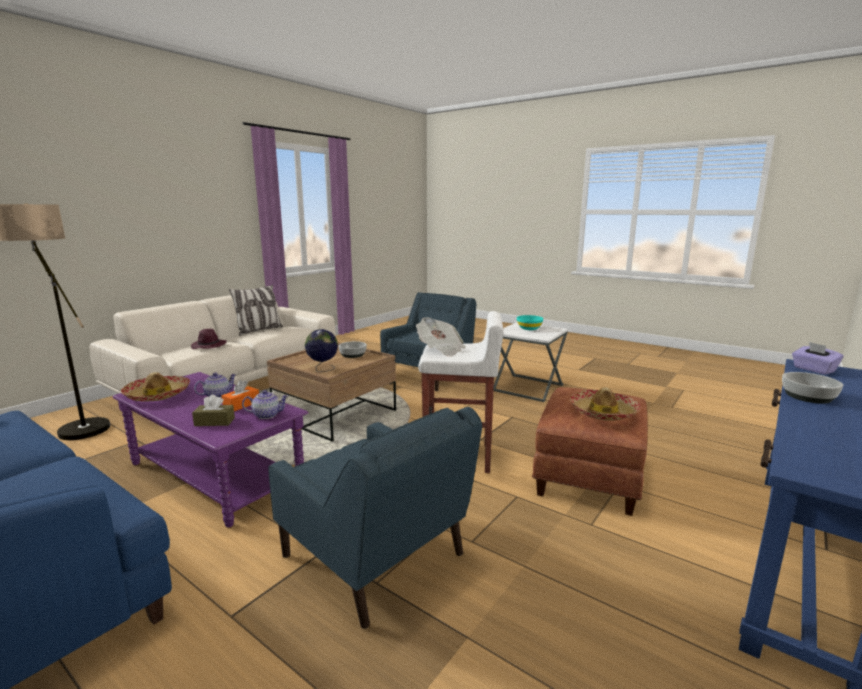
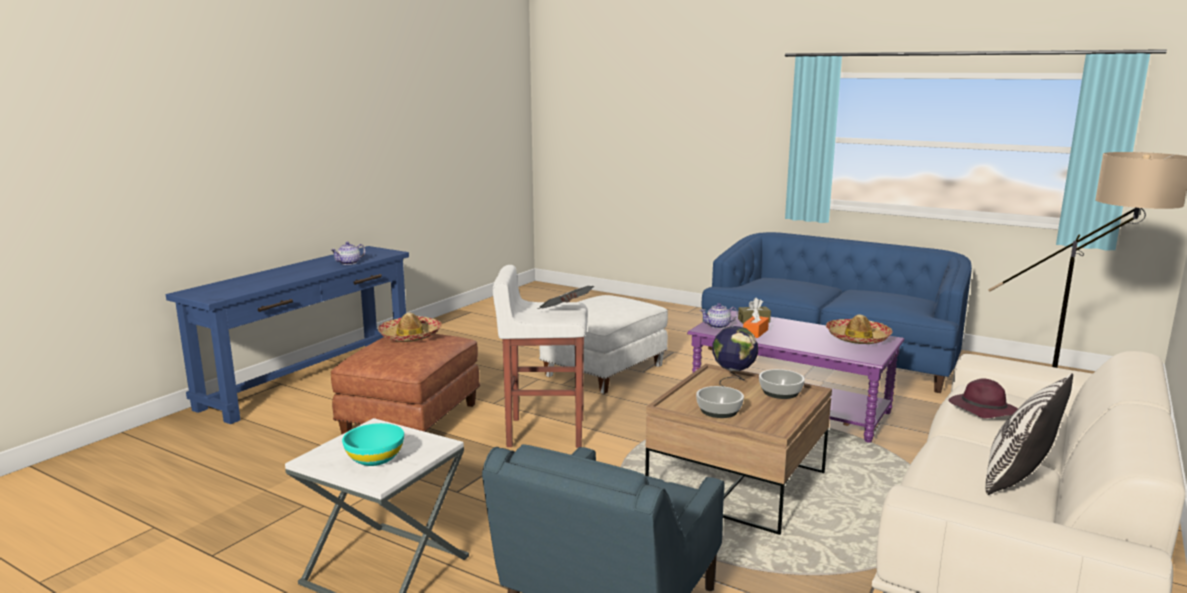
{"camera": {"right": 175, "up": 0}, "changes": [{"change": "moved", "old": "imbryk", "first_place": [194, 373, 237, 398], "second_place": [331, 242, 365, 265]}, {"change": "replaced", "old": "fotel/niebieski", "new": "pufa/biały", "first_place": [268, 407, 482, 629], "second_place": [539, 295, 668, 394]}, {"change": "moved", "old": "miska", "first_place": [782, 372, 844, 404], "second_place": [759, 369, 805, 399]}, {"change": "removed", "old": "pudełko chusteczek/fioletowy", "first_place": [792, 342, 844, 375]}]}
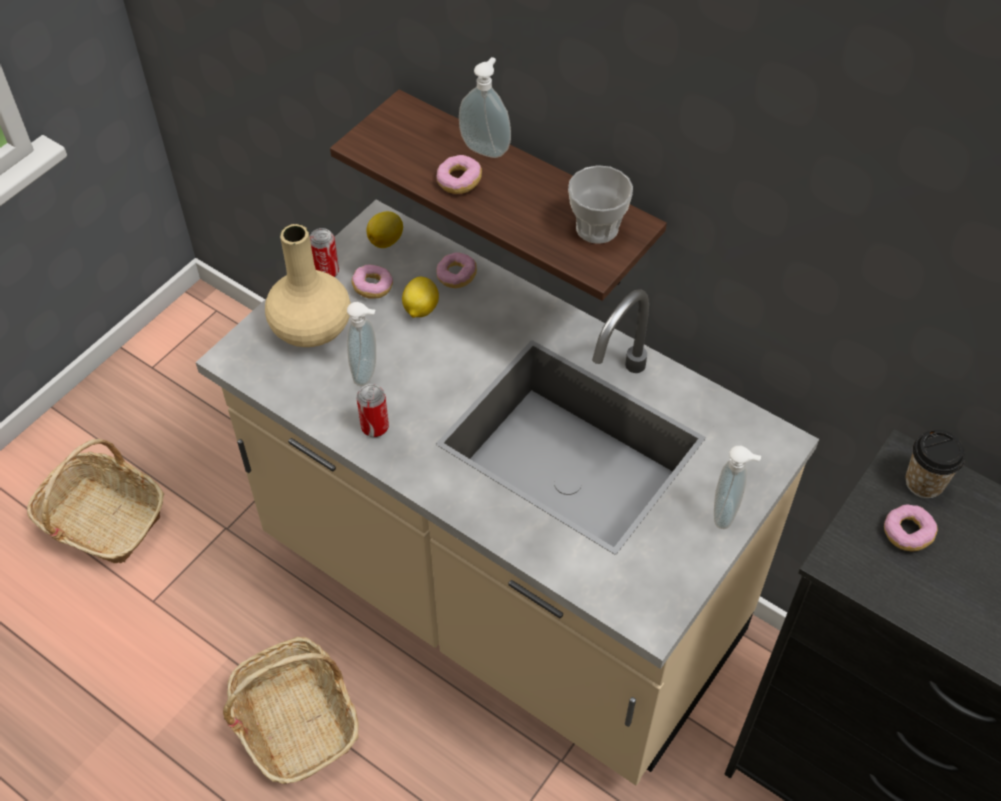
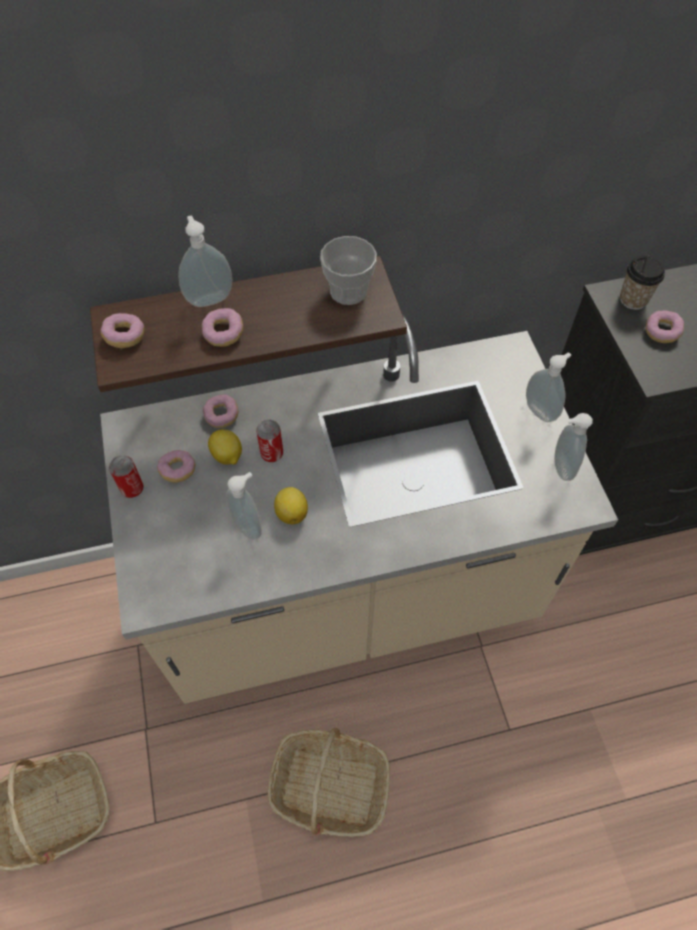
{"camera": {"right": -50, "up": 5}, "changes": [{"change": "removed", "old": "wazon/beżowy", "first_place": [265, 224, 351, 347]}, {"change": "moved", "old": "puszka", "first_place": [357, 384, 389, 437], "second_place": [256, 420, 283, 462]}, {"change": "moved", "old": "cytryna", "first_place": [367, 211, 403, 248], "second_place": [274, 487, 308, 524]}, {"change": "added", "new": "donut", "second_place": [100, 313, 145, 348]}, {"change": "added", "new": "dozownik mydła", "second_place": [554, 413, 593, 481]}]}
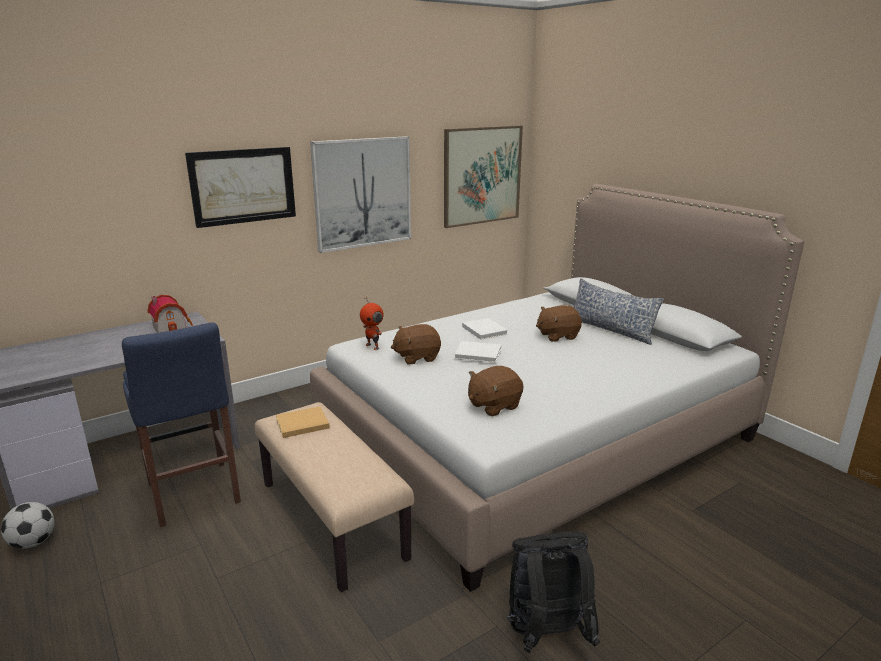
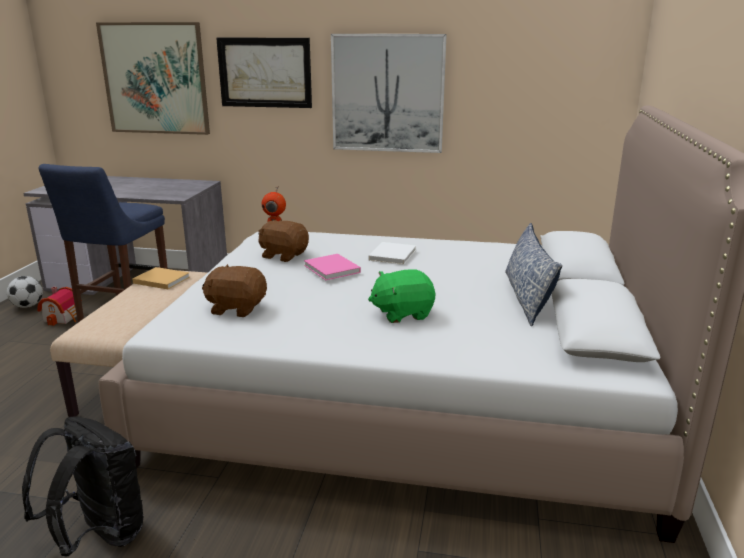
{"camera": {"right": 45, "up": 0}, "changes": [{"change": "moved", "old": "domek", "first_place": [147, 295, 193, 333], "second_place": [37, 287, 82, 326]}, {"change": "moved", "old": "obraz", "first_place": [444, 126, 523, 228], "second_place": [96, 22, 210, 135]}, {"change": "recoloured", "old": "książka/biały", "new": "książka/różowy", "first_place": [454, 341, 501, 363], "second_place": [304, 254, 361, 280]}, {"change": "removed", "old": "pluszak/brązowy", "first_place": [536, 305, 582, 342]}, {"change": "added", "new": "pluszak/zielony", "second_place": [368, 269, 435, 323]}]}
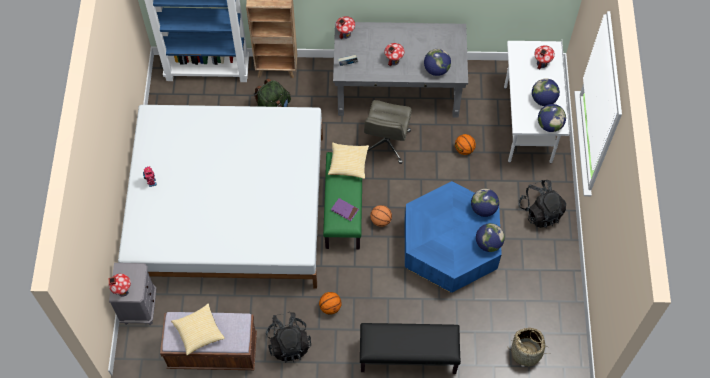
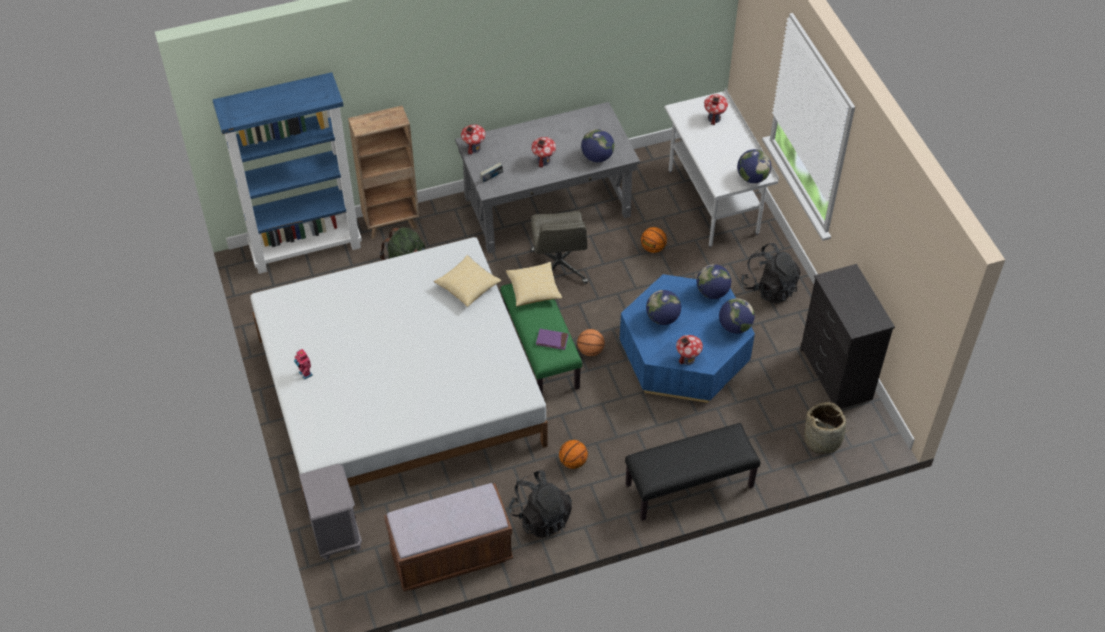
{"camera": {"right": -20, "up": -10}, "changes": [{"change": "moved", "old": "domek", "first_place": [109, 274, 131, 297], "second_place": [676, 335, 703, 365]}, {"change": "moved", "old": "poduszka", "first_place": [171, 304, 225, 356], "second_place": [434, 255, 501, 307]}, {"change": "moved", "old": "globus", "first_place": [532, 78, 560, 106], "second_place": [646, 290, 681, 325]}, {"change": "added", "new": "komoda/czarny", "second_place": [800, 264, 895, 409]}]}
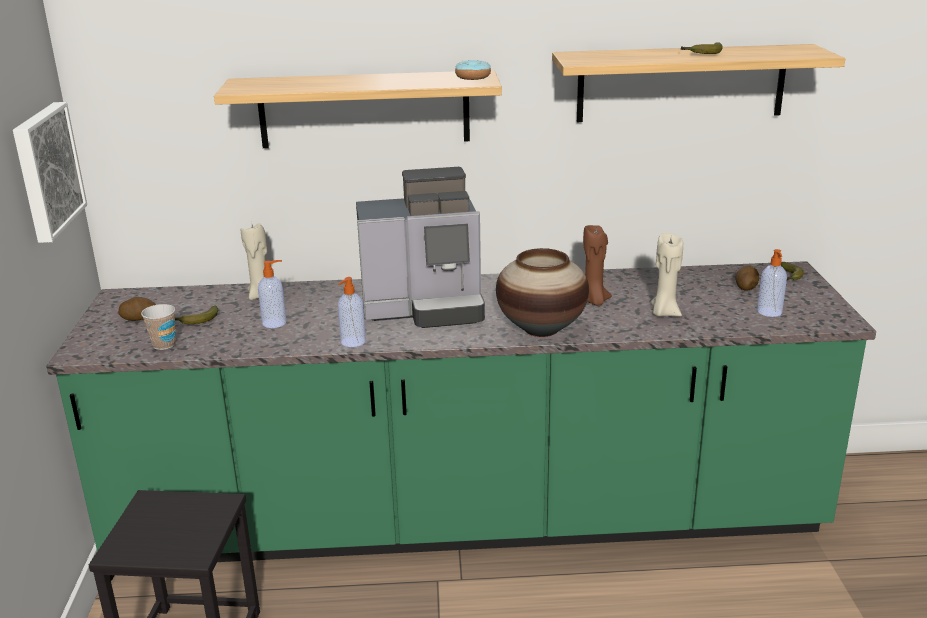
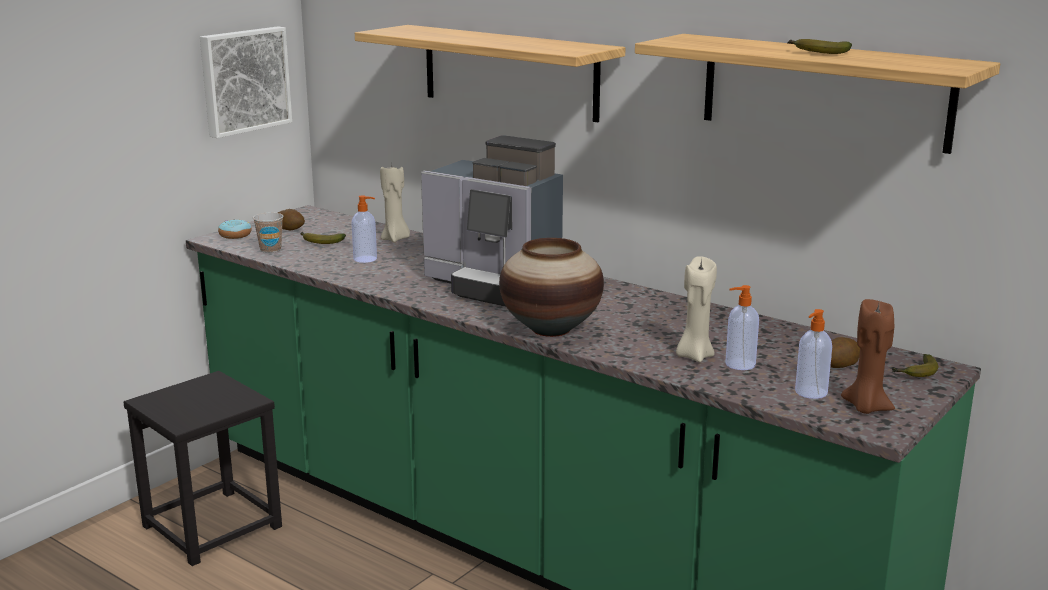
{"camera": {"right": 40, "up": -5}, "changes": [{"change": "moved", "old": "dozownik mydła", "first_place": [338, 277, 366, 347], "second_place": [725, 285, 759, 370]}, {"change": "moved", "old": "donut", "first_place": [455, 60, 491, 80], "second_place": [218, 219, 251, 239]}, {"change": "moved", "old": "świeca/brązowy", "first_place": [583, 225, 612, 305], "second_place": [841, 299, 895, 414]}]}
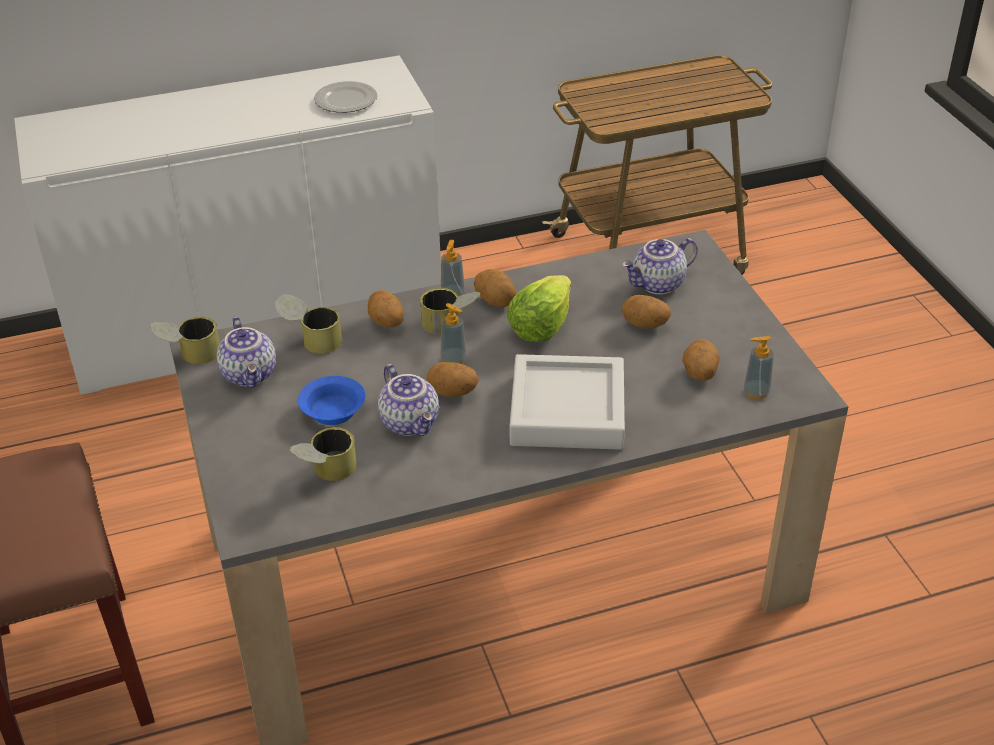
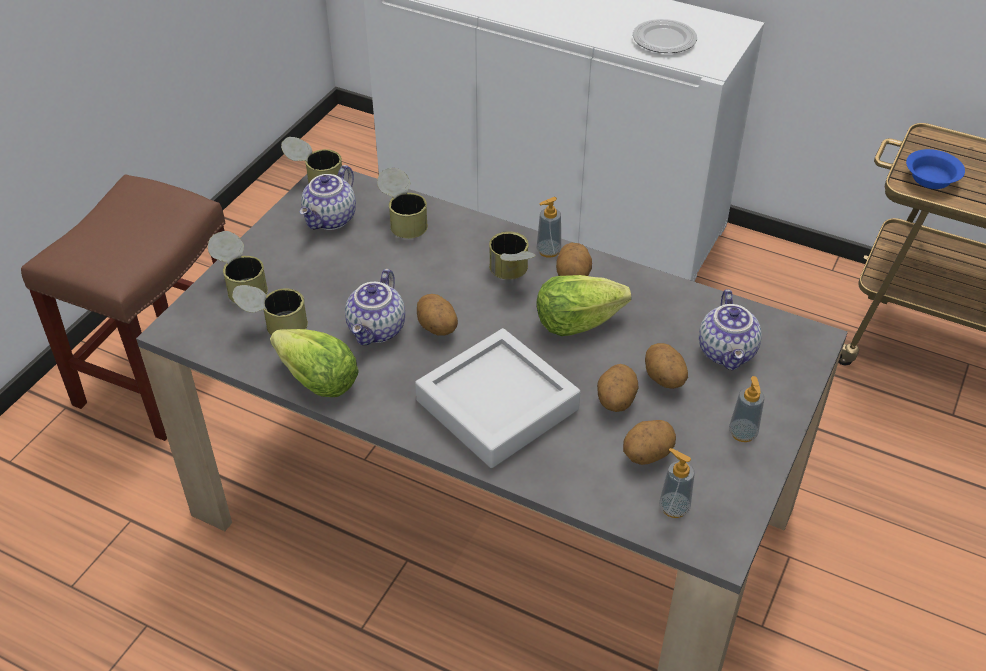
{"camera": {"right": 45, "up": 5}, "changes": [{"change": "moved", "old": "miska/niebieski", "first_place": [298, 376, 366, 425], "second_place": [906, 149, 965, 189]}, {"change": "moved", "old": "ziemniak", "first_place": [368, 290, 404, 328], "second_place": [597, 364, 638, 412]}, {"change": "moved", "old": "dozownik mydła", "first_place": [441, 303, 466, 364], "second_place": [729, 376, 764, 442]}, {"change": "turned", "old": "imbryk", "first_place": [622, 238, 698, 295], "second_place": [699, 289, 762, 370], "degrees": -105}, {"change": "added", "new": "puszka", "second_place": [208, 231, 268, 303]}, {"change": "added", "new": "sałata", "second_place": [270, 329, 359, 397]}]}
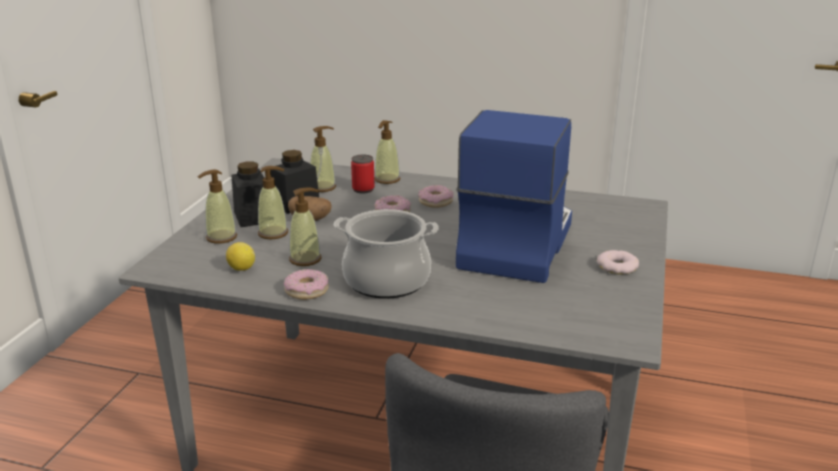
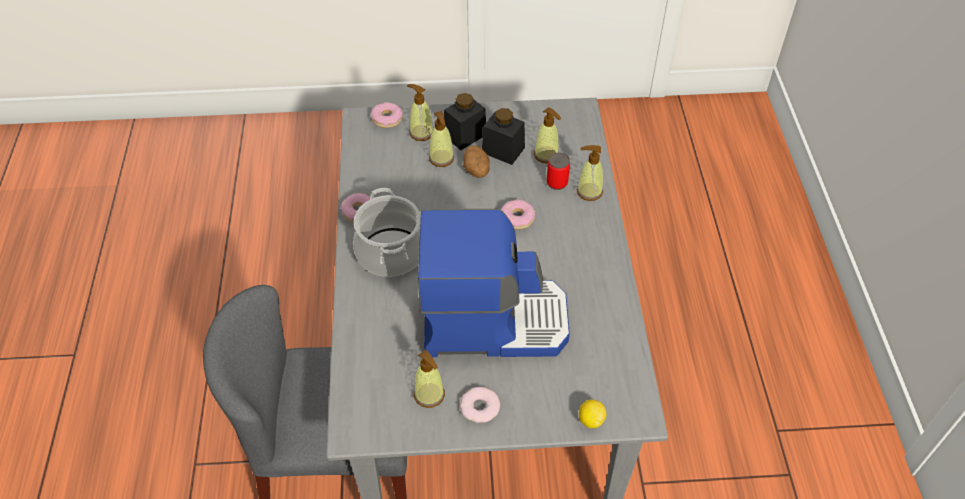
{"camera": {"right": 70, "up": 25}, "changes": [{"change": "moved", "old": "cytryna", "first_place": [226, 242, 255, 271], "second_place": [579, 399, 607, 428]}, {"change": "moved", "old": "dozownik mydła", "first_place": [289, 188, 321, 266], "second_place": [414, 350, 445, 408]}, {"change": "moved", "old": "donut", "first_place": [418, 185, 453, 208], "second_place": [371, 102, 403, 128]}]}
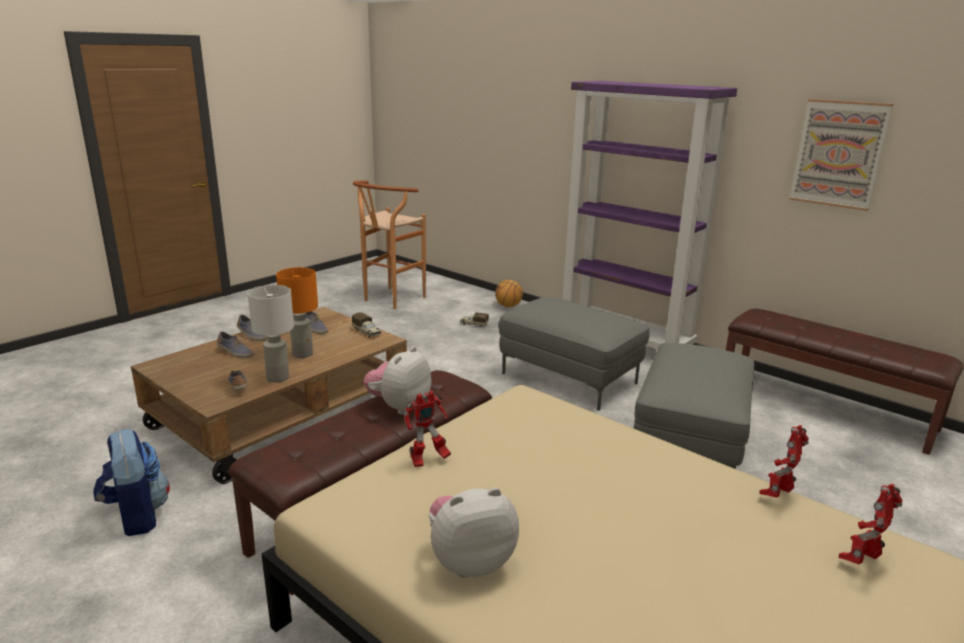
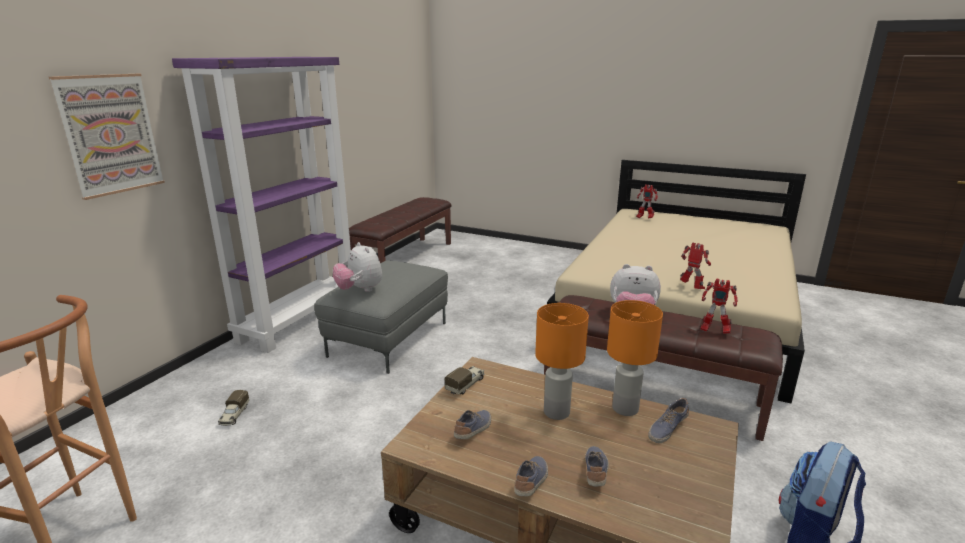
{"camera": {"right": -105, "up": 0}, "changes": [{"change": "recoloured", "old": "lampa stołowa/biały", "new": "lampa stołowa/pomarańczowy", "first_place": [248, 285, 294, 383], "second_place": [607, 300, 663, 416]}, {"change": "moved", "old": "pluszak", "first_place": [429, 488, 519, 578], "second_place": [333, 242, 382, 292]}, {"change": "removed", "old": "piłka do koszykówki", "first_place": [495, 280, 523, 307]}, {"change": "removed", "old": "pufa/szary", "first_place": [634, 343, 755, 469]}, {"change": "moved", "old": "robot zabawkowy", "first_place": [759, 425, 809, 498], "second_place": [700, 278, 738, 334]}, {"change": "moved", "old": "obraz", "first_place": [789, 99, 893, 211], "second_place": [49, 74, 165, 200]}]}
